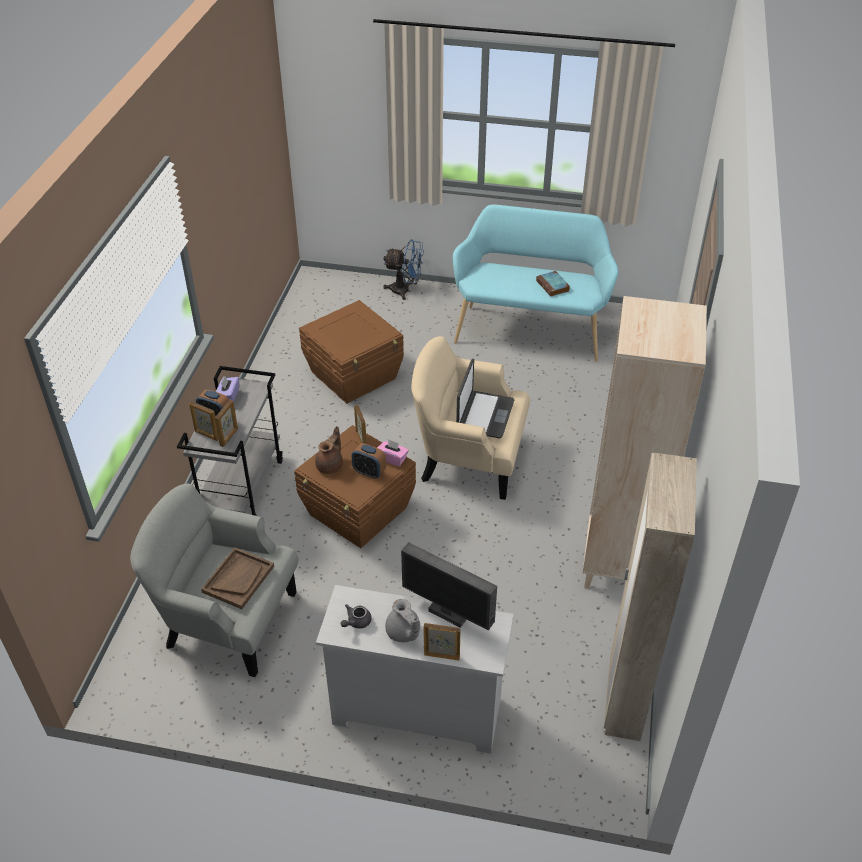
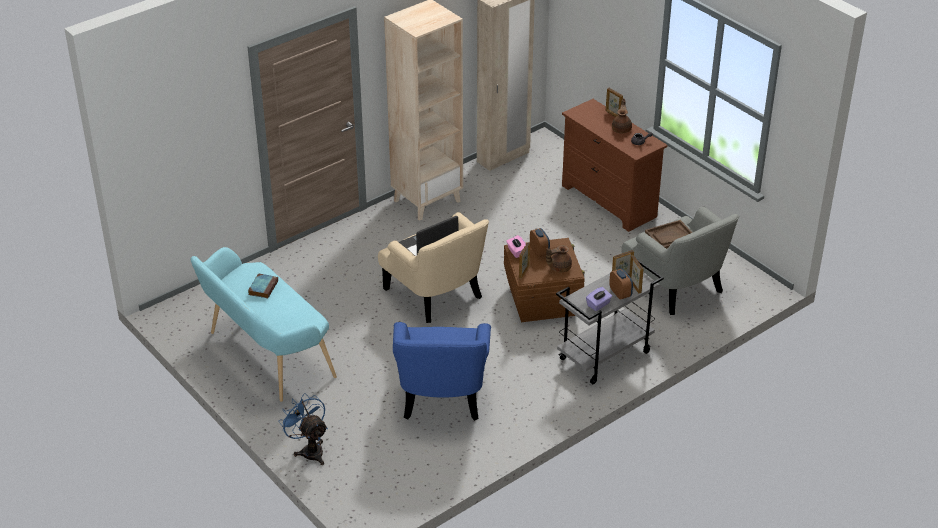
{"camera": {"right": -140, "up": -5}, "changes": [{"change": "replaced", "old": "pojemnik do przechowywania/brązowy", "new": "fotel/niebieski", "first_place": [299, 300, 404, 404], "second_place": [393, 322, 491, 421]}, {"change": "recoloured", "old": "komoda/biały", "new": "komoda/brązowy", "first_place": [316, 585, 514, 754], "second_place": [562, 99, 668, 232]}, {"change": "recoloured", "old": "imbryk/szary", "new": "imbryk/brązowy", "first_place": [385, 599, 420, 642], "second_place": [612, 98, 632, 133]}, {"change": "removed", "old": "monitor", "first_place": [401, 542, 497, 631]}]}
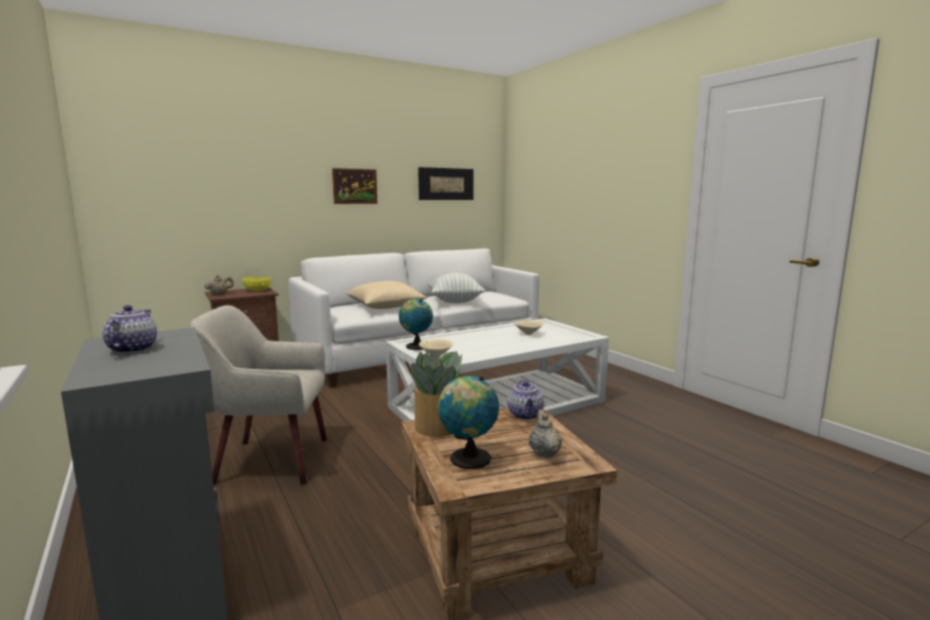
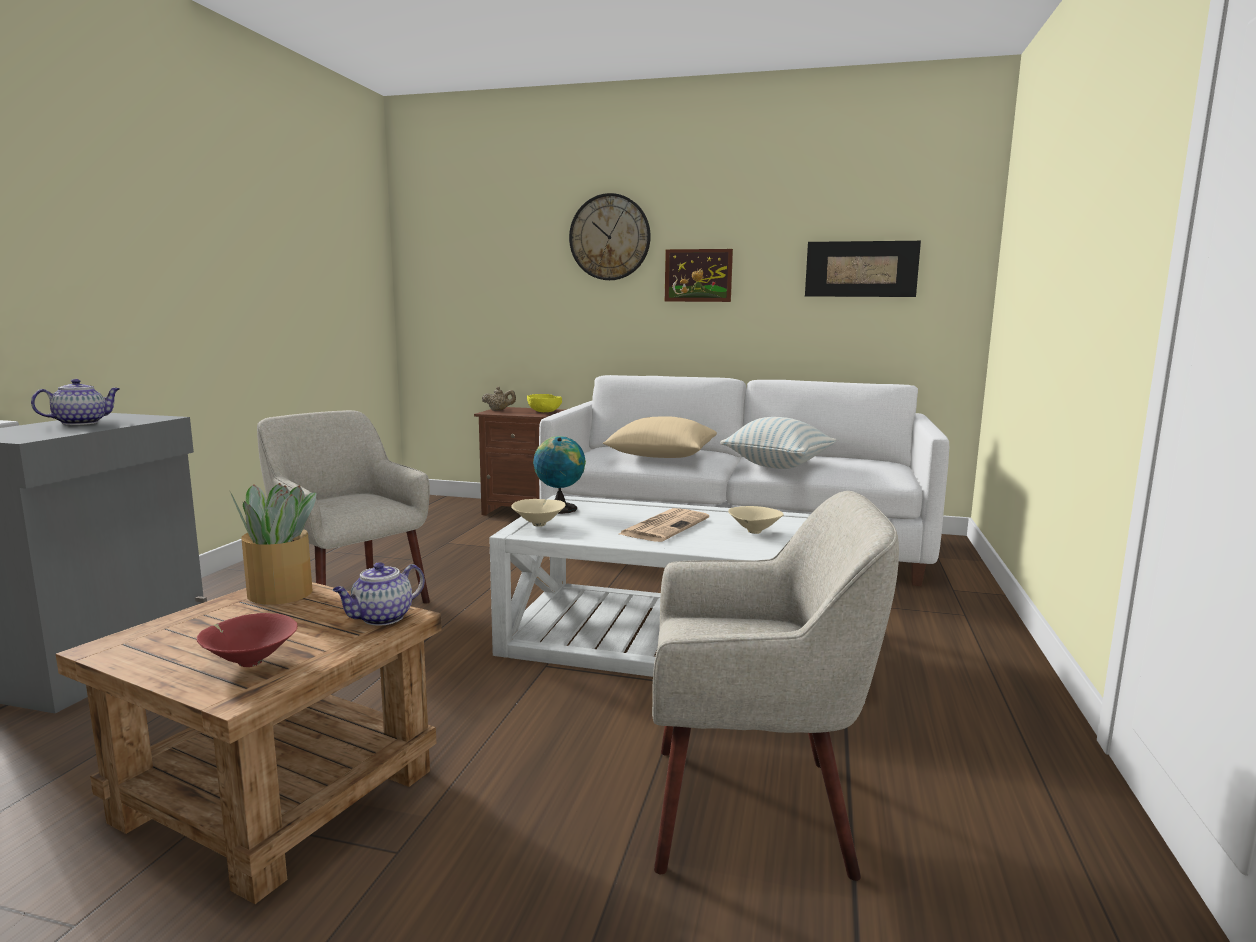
{"camera": {"right": 45, "up": 0}, "changes": [{"change": "removed", "old": "globus", "first_place": [438, 376, 499, 469]}, {"change": "replaced", "old": "imbryk/beżowy", "new": "miska/czerwony", "first_place": [529, 410, 563, 458], "second_place": [197, 613, 297, 667]}, {"change": "added", "new": "zegar ścienny", "second_place": [569, 193, 651, 280]}, {"change": "added", "new": "gazeta", "second_place": [619, 508, 709, 542]}, {"change": "added", "new": "fotel/beżowy", "second_place": [652, 491, 899, 881]}]}
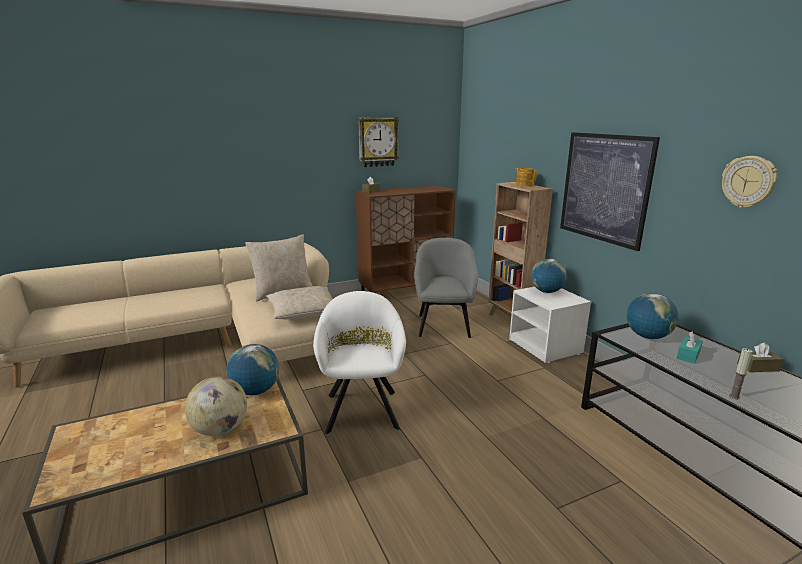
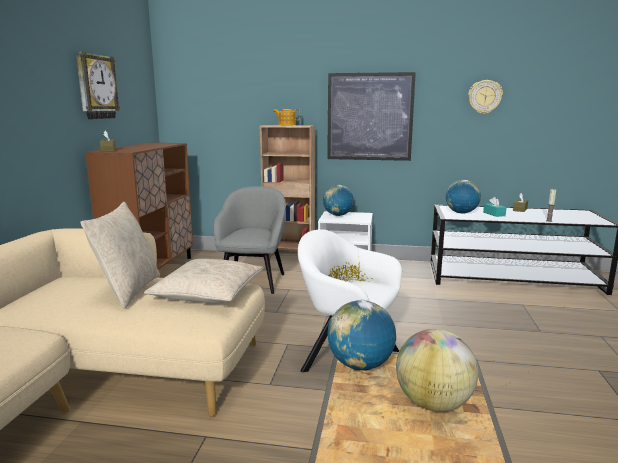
{"camera": {"right": -55, "up": -5}, "changes": [{"change": "turned", "old": "fotel/szary", "first_place": [414, 238, 478, 338], "second_place": [214, 186, 286, 294], "degrees": 60}]}
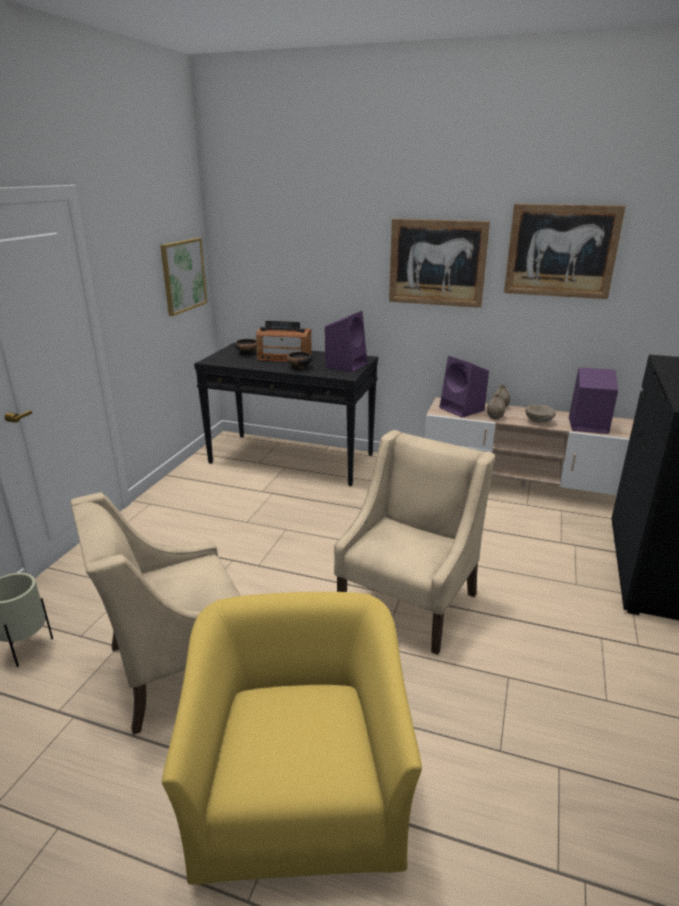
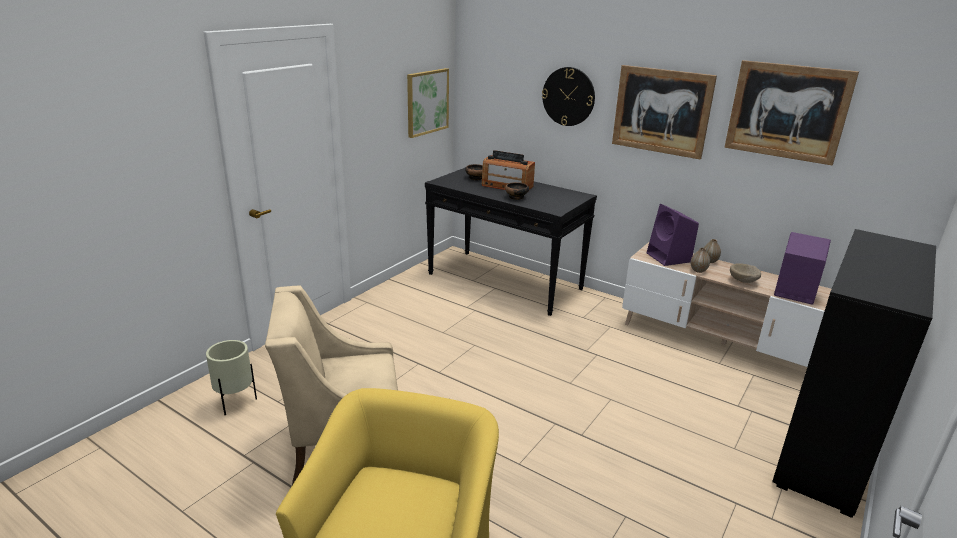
{"camera": {"right": 15, "up": 0}, "changes": [{"change": "removed", "old": "głośnik/fioletowy", "first_place": [325, 311, 367, 372]}, {"change": "removed", "old": "fotel/beżowy", "first_place": [334, 430, 495, 655]}, {"change": "added", "new": "zegar ścienny", "second_place": [542, 67, 595, 126]}]}
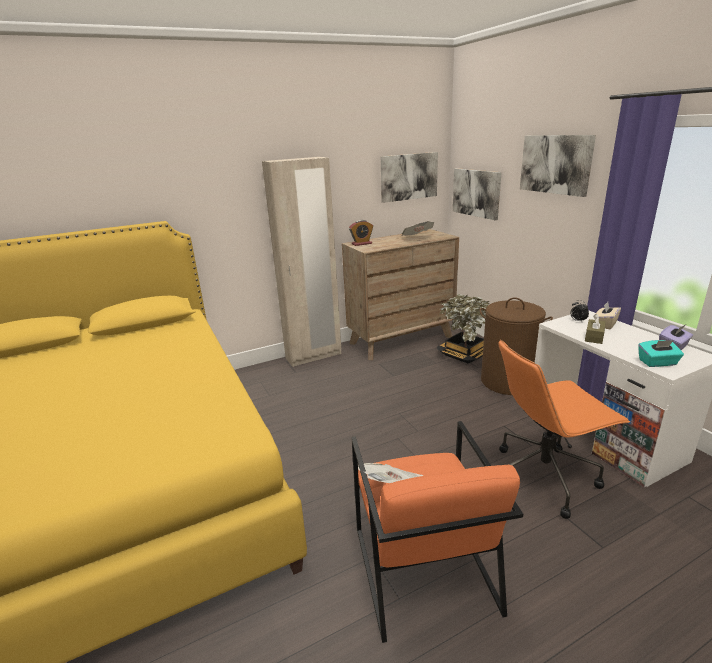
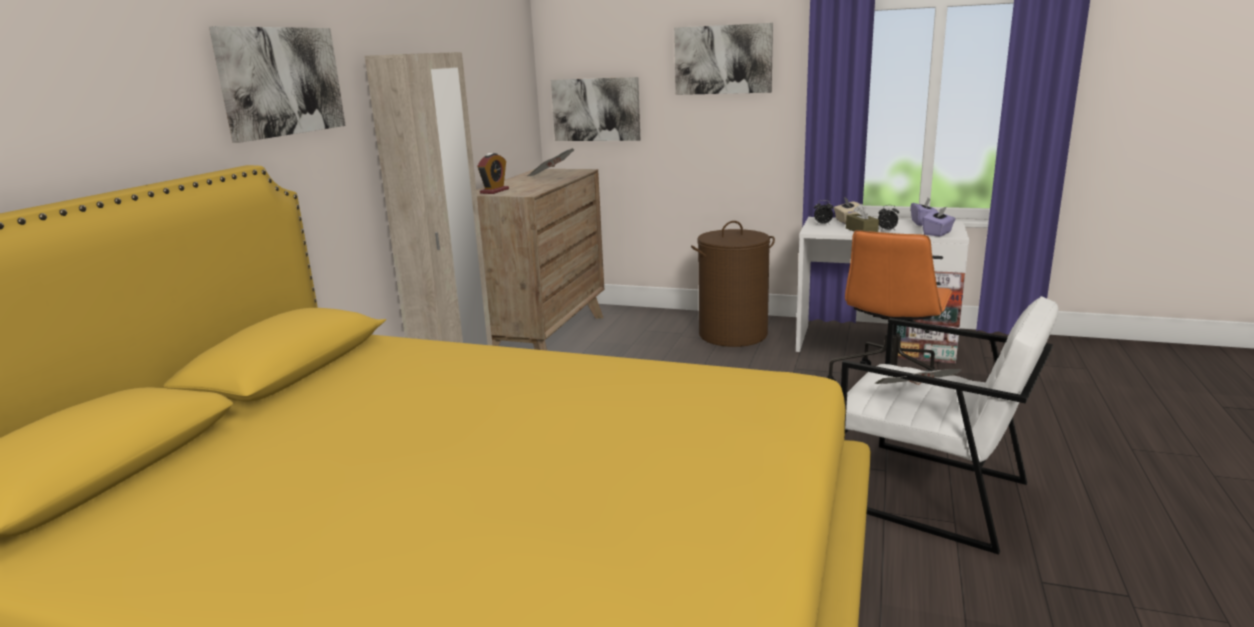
{"camera": {"right": -45, "up": -5}, "changes": [{"change": "recoloured", "old": "fotel/pomarańczowy", "new": "fotel/biały", "first_place": [351, 421, 523, 643], "second_place": [841, 296, 1058, 555]}, {"change": "moved", "old": "obraz", "first_place": [381, 152, 438, 203], "second_place": [209, 26, 346, 143]}, {"change": "removed", "old": "roślina doniczkowa", "first_place": [437, 294, 490, 363]}, {"change": "recoloured", "old": "pudełko chusteczek/turkusowy", "new": "pudełko chusteczek/fioletowy", "first_place": [638, 340, 684, 367], "second_place": [922, 207, 956, 237]}, {"change": "added", "new": "budzik", "second_place": [878, 205, 899, 231]}]}
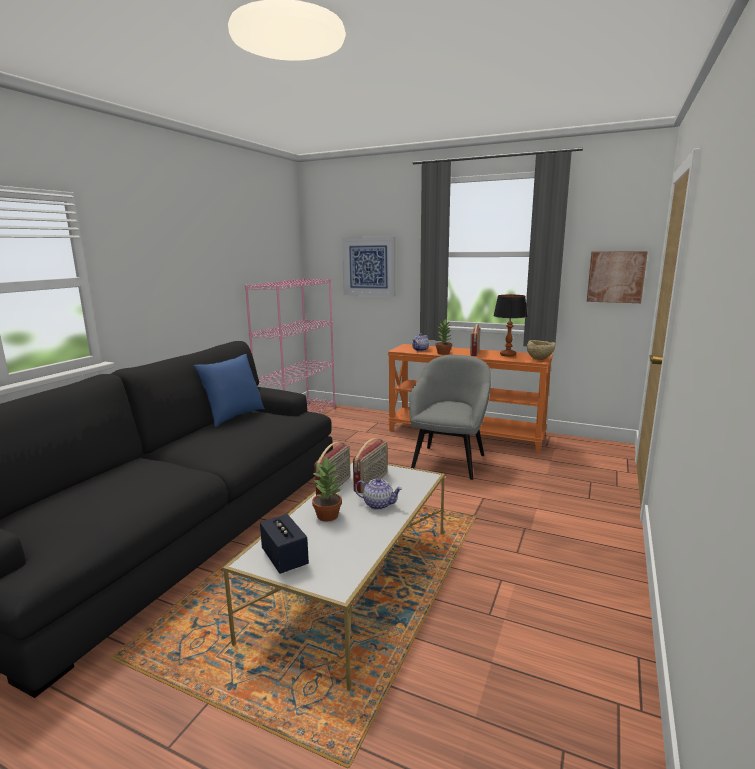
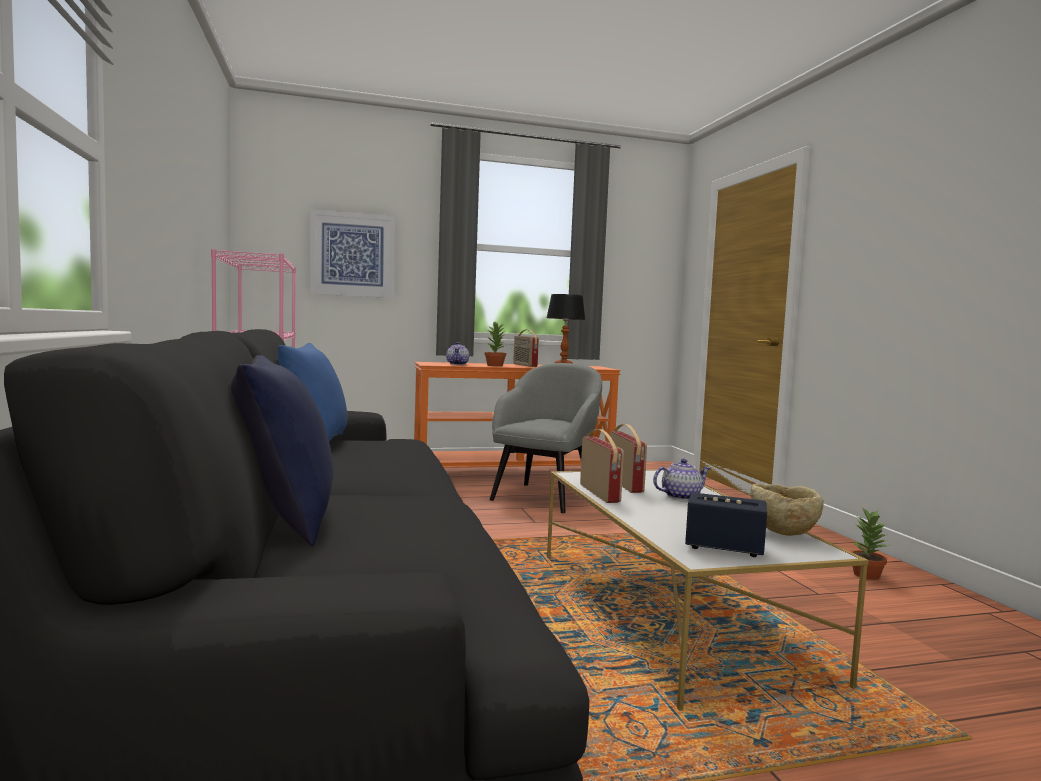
{"camera": {"right": -40, "up": -10}, "changes": [{"change": "moved", "old": "roślina doniczkowa", "first_place": [312, 457, 342, 521], "second_place": [851, 507, 888, 580]}, {"change": "turned", "old": "fotel/szary", "first_place": [409, 355, 491, 480], "second_place": [490, 363, 602, 513], "degrees": 45}, {"change": "moved", "old": "miska/beżowy", "first_place": [527, 340, 555, 360], "second_place": [750, 483, 824, 536]}, {"change": "removed", "old": "obraz", "first_place": [587, 251, 648, 303]}, {"change": "added", "new": "poduszka/niebieski", "second_place": [230, 355, 334, 546]}]}
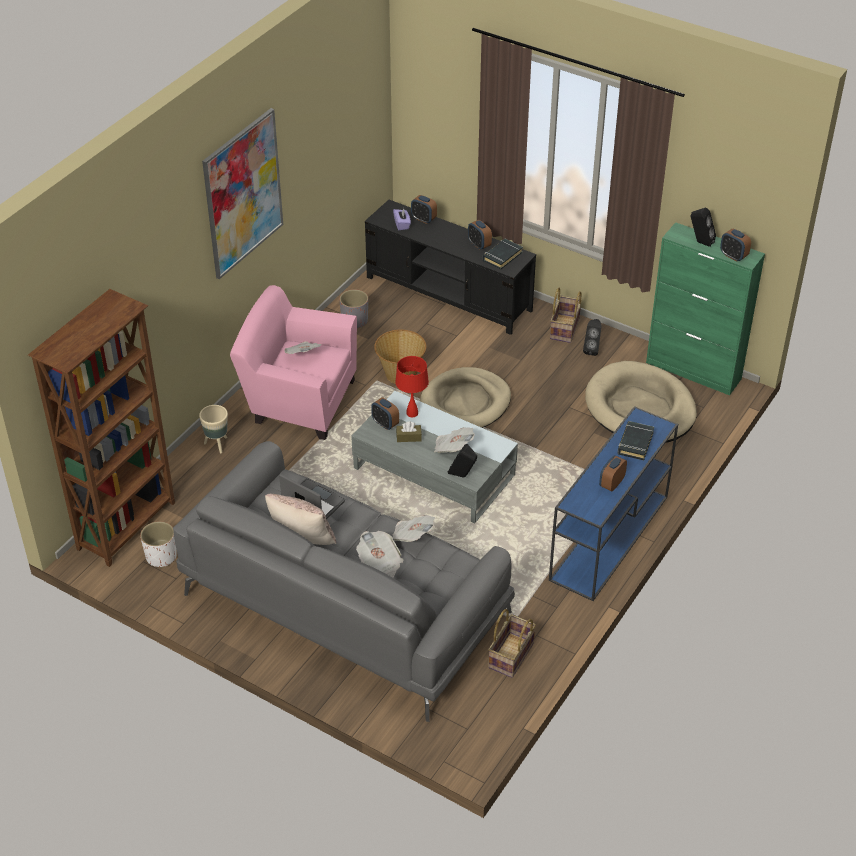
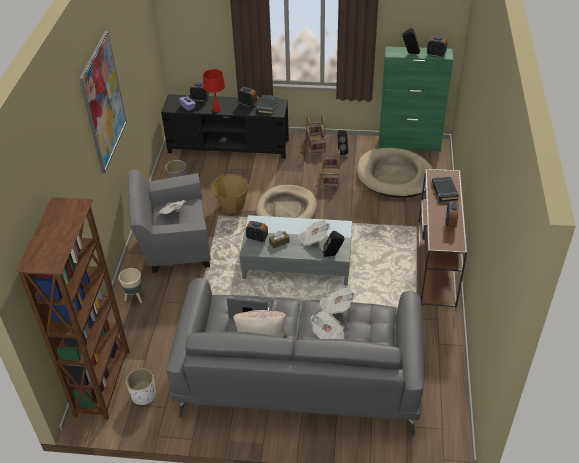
{"camera": {"right": -25, "up": 0}, "changes": [{"change": "recoloured", "old": "fotel/różowy", "new": "fotel/szary", "first_place": [230, 285, 357, 440], "second_place": [128, 169, 211, 273]}, {"change": "moved", "old": "lampa stołowa/czerwony", "first_place": [395, 356, 429, 417], "second_place": [203, 69, 225, 112]}, {"change": "moved", "old": "koszyk", "first_place": [488, 609, 536, 678], "second_place": [322, 149, 340, 187]}, {"change": "recoloured", "old": "stolik konsolowy/niebieski", "new": "stolik konsolowy/brązowy", "first_place": [549, 406, 678, 601], "second_place": [418, 169, 467, 307]}]}
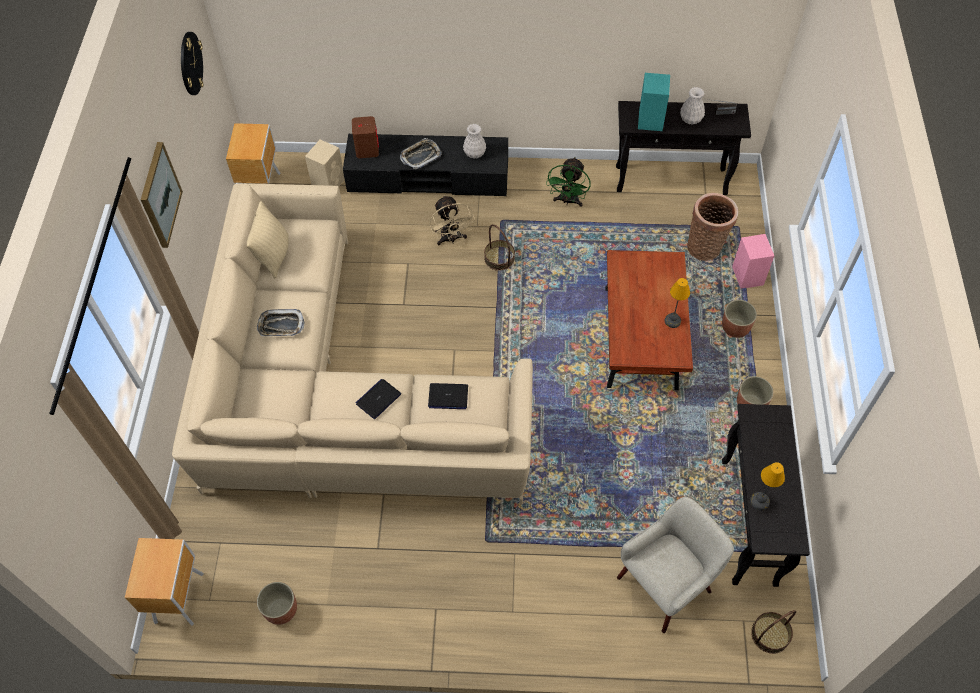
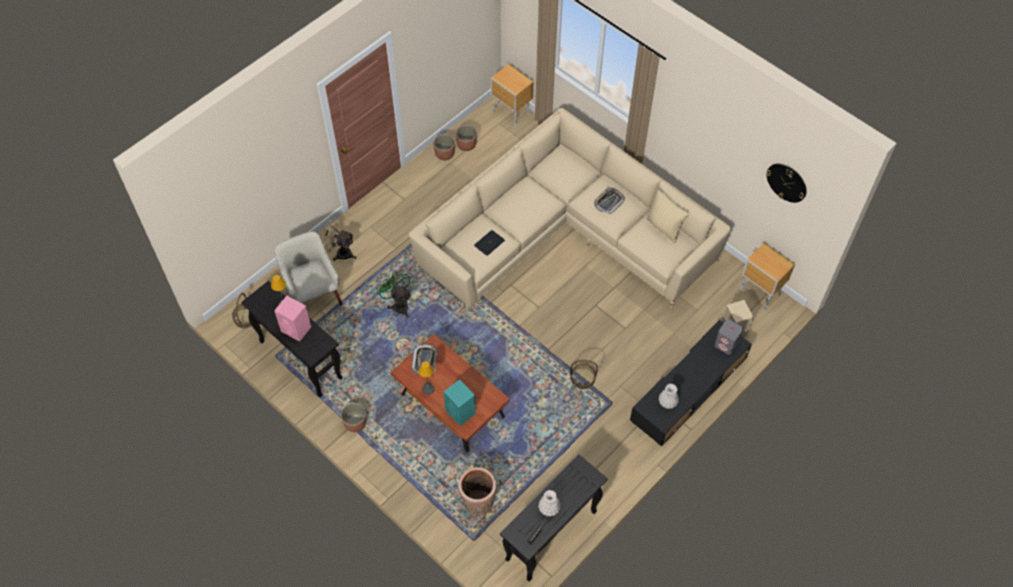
{"camera": {"right": 130, "up": 0}, "changes": [{"change": "removed", "old": "obraz", "first_place": [141, 142, 183, 248]}, {"change": "recoloured", "old": "głośnik/brązowy", "new": "głośnik/szary", "first_place": [352, 116, 379, 158], "second_place": [714, 319, 743, 355]}, {"change": "removed", "old": "laptop", "first_place": [356, 379, 401, 419]}, {"change": "moved", "old": "taca", "first_place": [400, 138, 442, 169], "second_place": [411, 344, 438, 375]}, {"change": "moved", "old": "wentylator/beżowy", "first_place": [430, 195, 475, 245], "second_place": [320, 217, 356, 261]}, {"change": "moved", "old": "wentylator/zielony", "first_place": [546, 157, 591, 207], "second_place": [376, 270, 411, 318]}, {"change": "turned", "old": "fotel/beżowy", "first_place": [617, 497, 734, 633], "second_place": [275, 231, 343, 305], "degrees": 150}, {"change": "moved", "old": "głośnik/turkusowy", "first_place": [638, 73, 670, 131], "second_place": [444, 379, 476, 426]}, {"change": "moved", "old": "donica", "first_place": [722, 300, 757, 338], "second_place": [433, 134, 455, 160]}, {"change": "moved", "old": "głośnik/różowy", "first_place": [732, 234, 774, 289], "second_place": [274, 296, 312, 342]}]}
